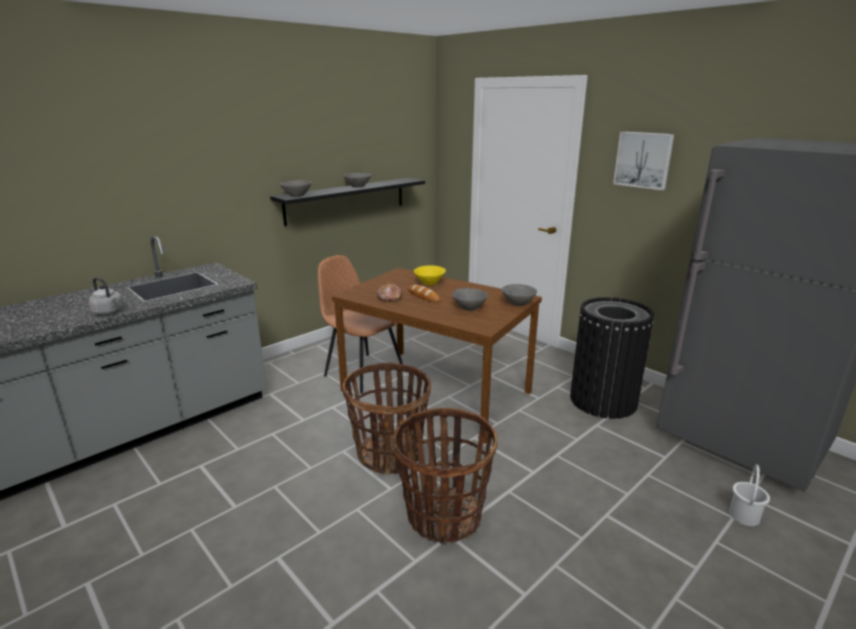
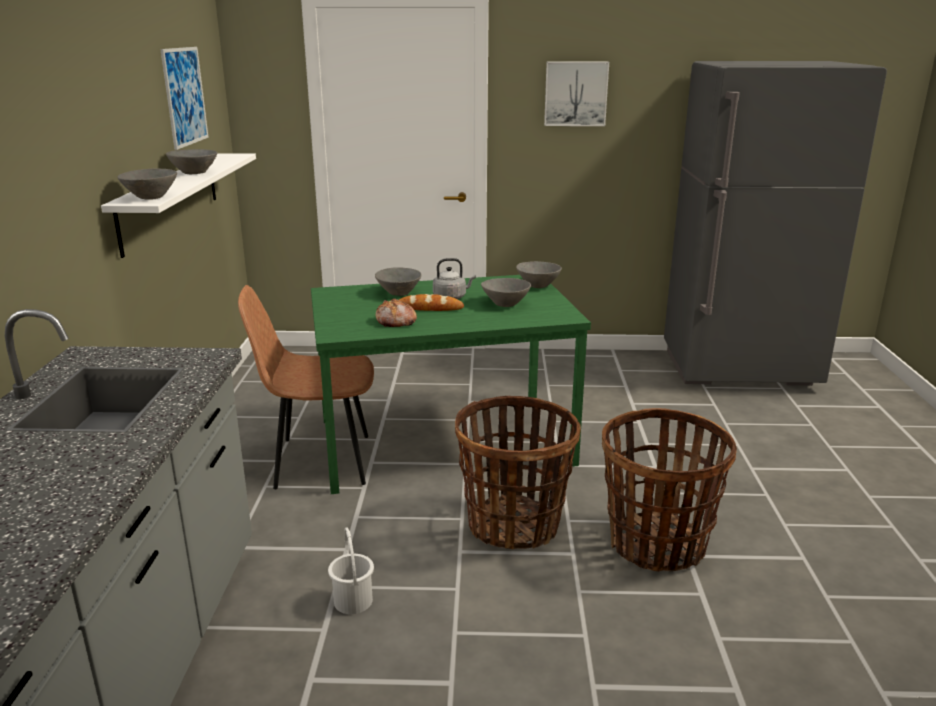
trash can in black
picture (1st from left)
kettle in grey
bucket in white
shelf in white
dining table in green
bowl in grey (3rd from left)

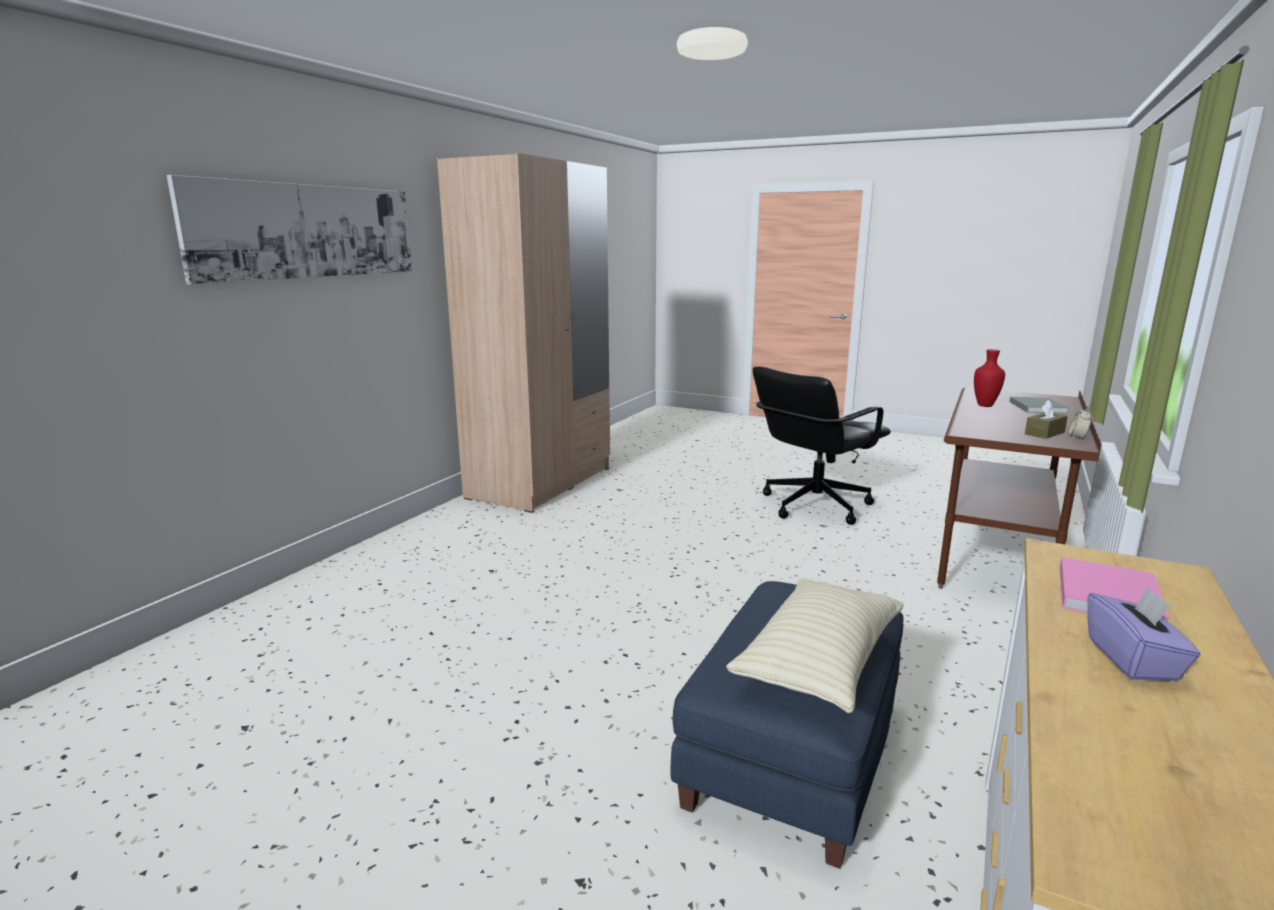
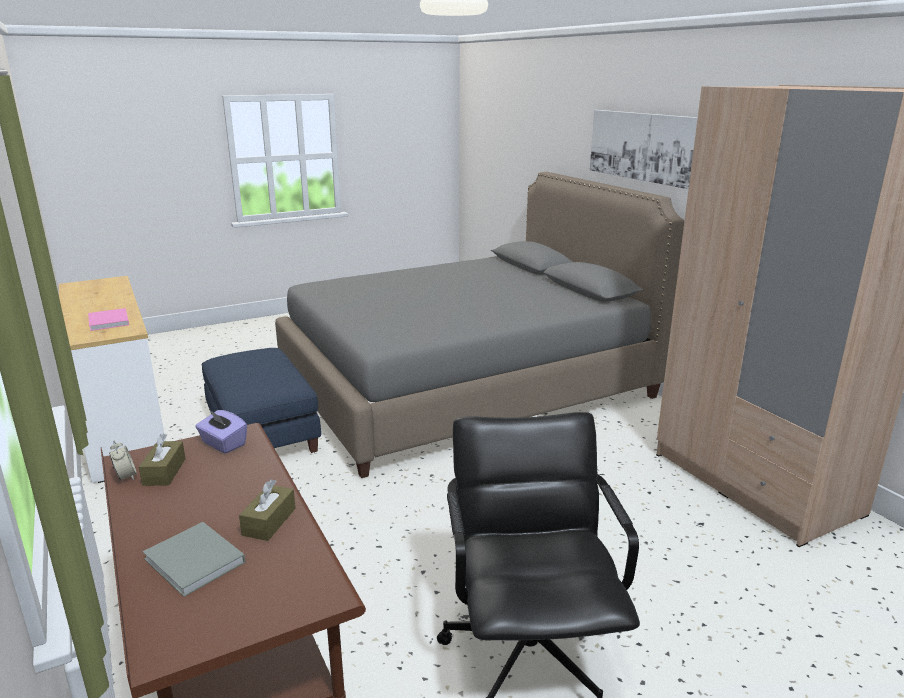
pillow in beige
bed in grey
tissue box in purple
tissue box in brown (2nd from left)

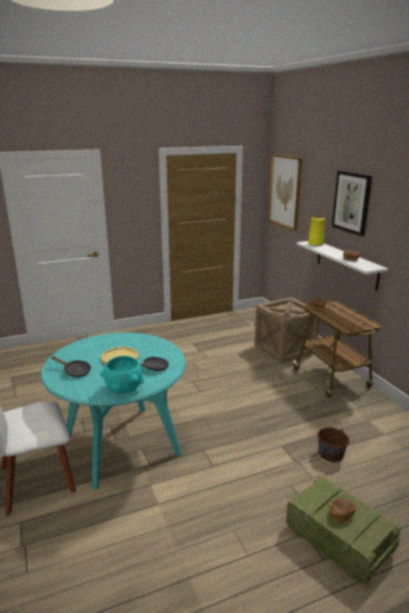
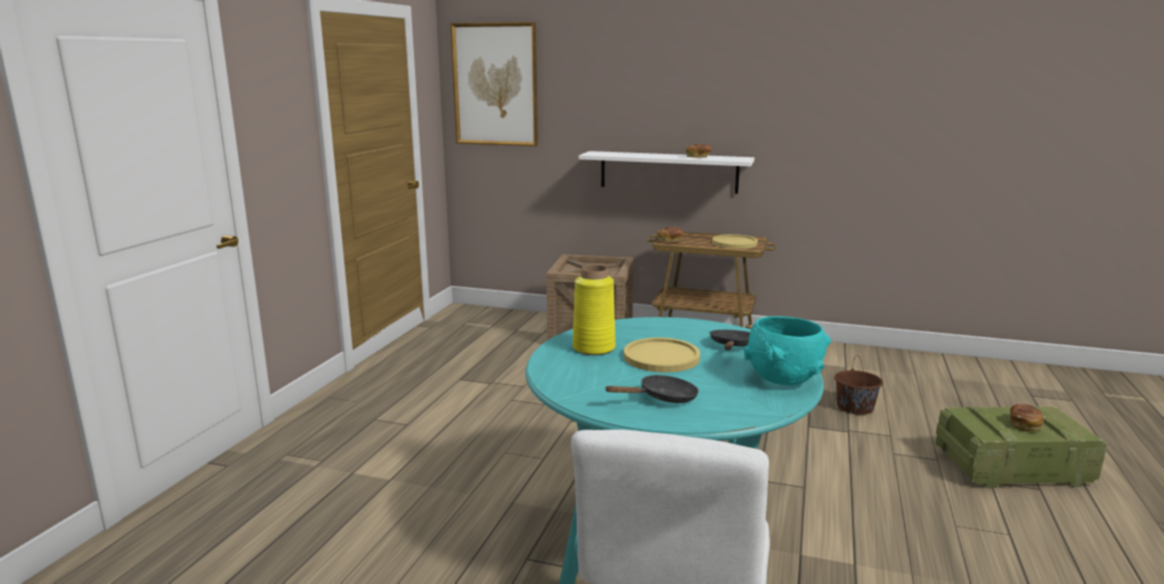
picture (2nd from left in the first image)
plate in yellow (2nd from left)
vase in yellow

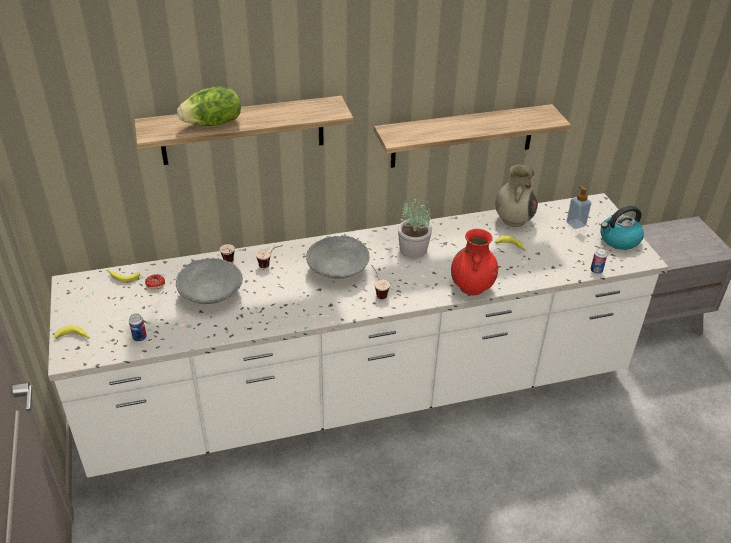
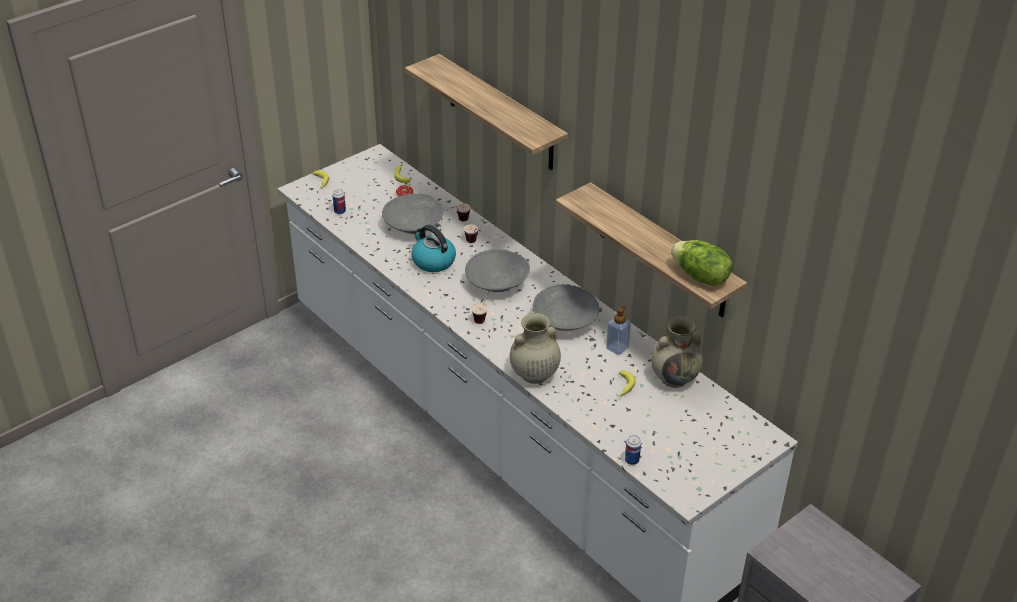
lettuce
soap dispenser
kettle
bowl in grey (3rd from left)
vase in beige (1st from left)

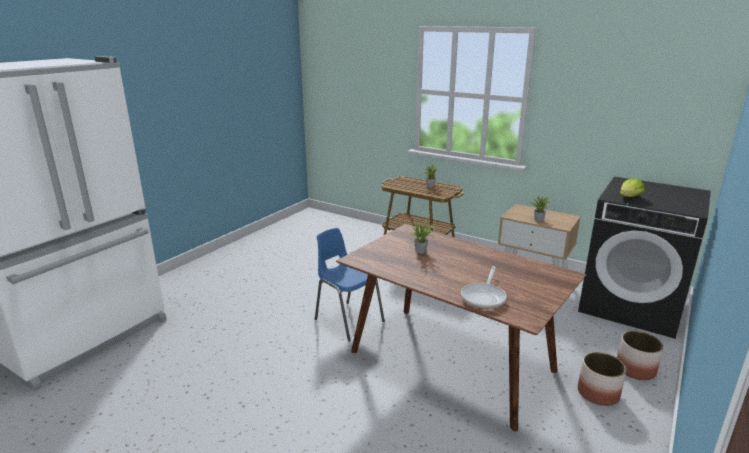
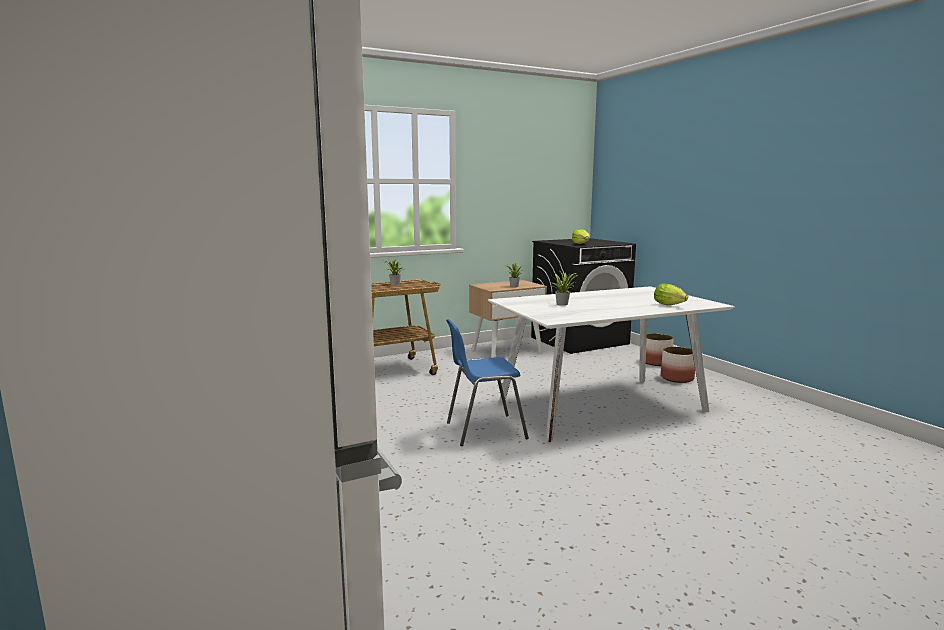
lettuce (2nd from left)
dining table in white

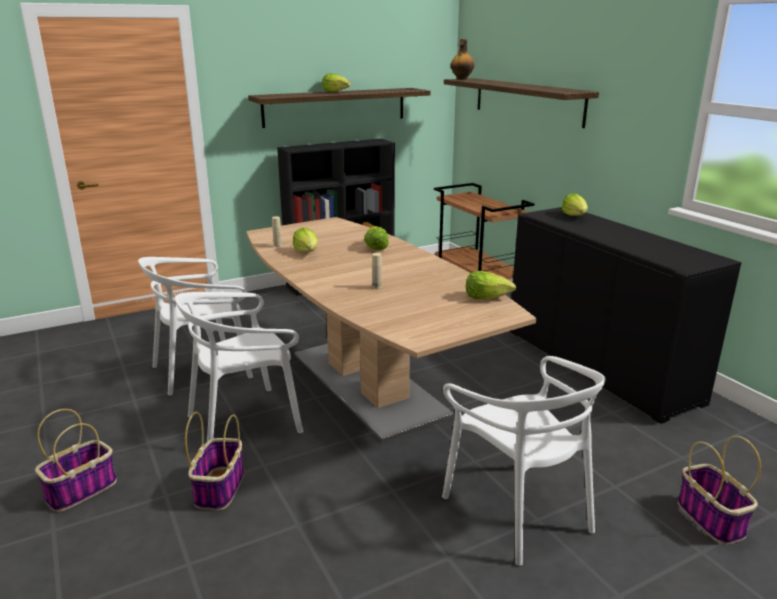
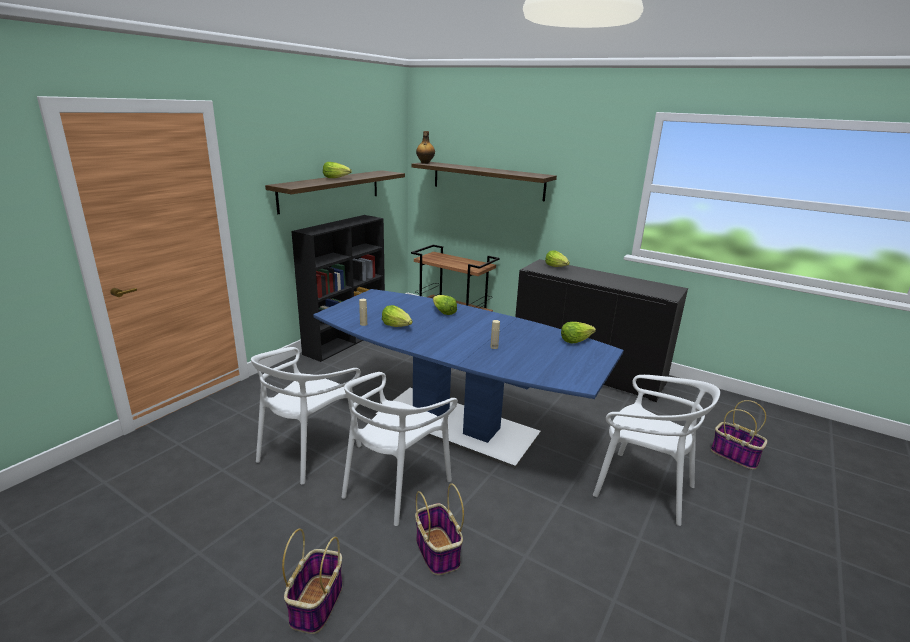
dining table in blue

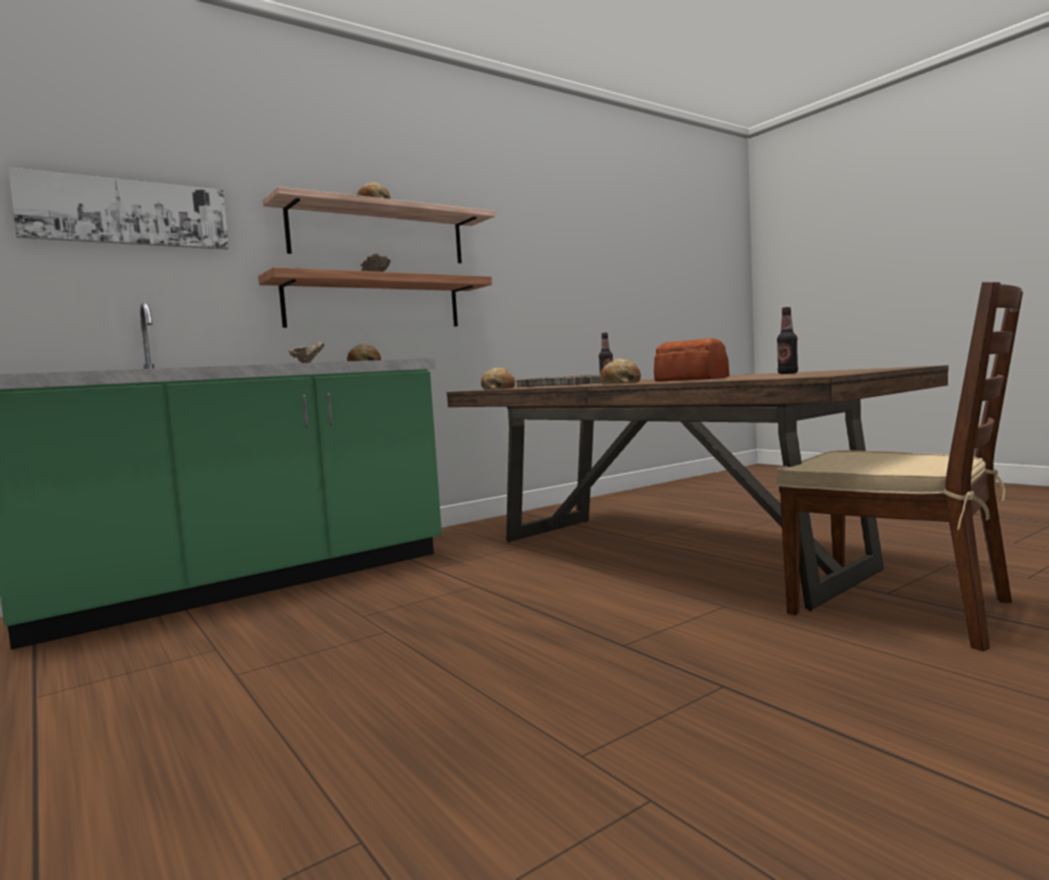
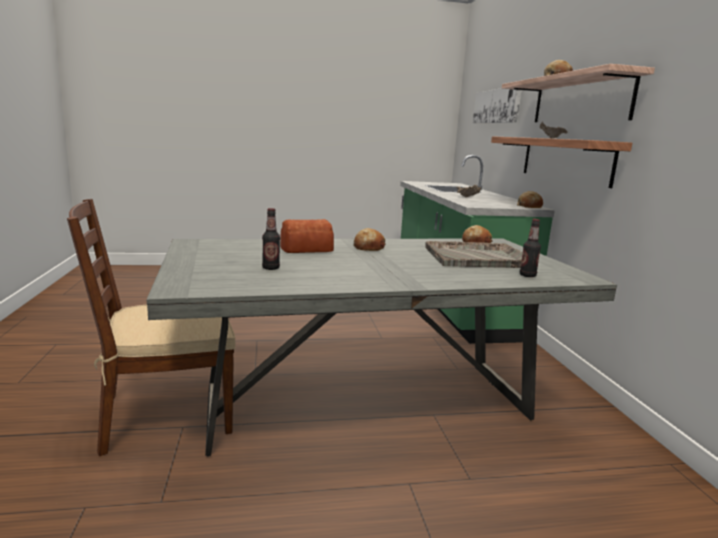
dining table in grey

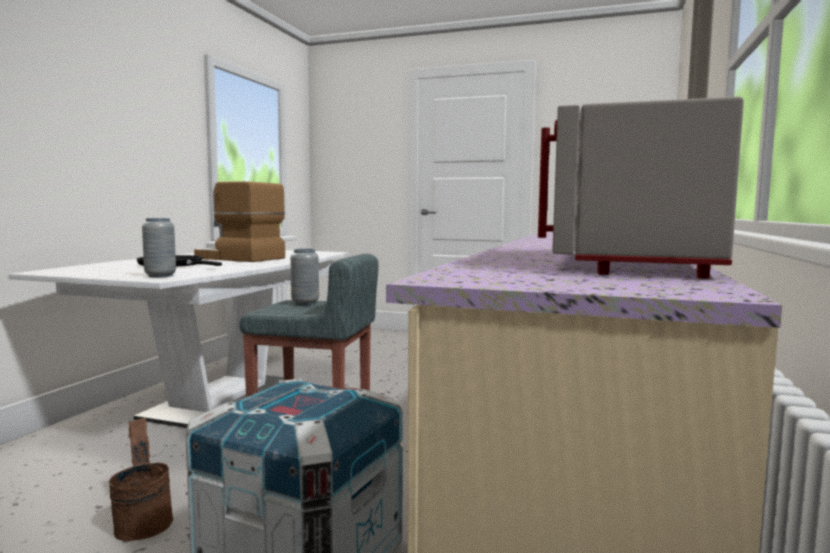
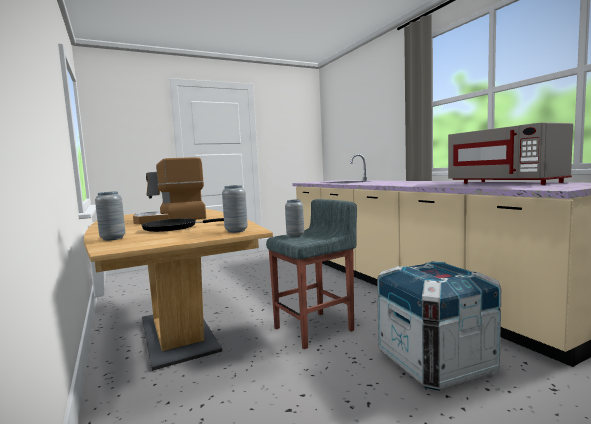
bucket in brown
vase in grey (1st from left)
dining table in brown

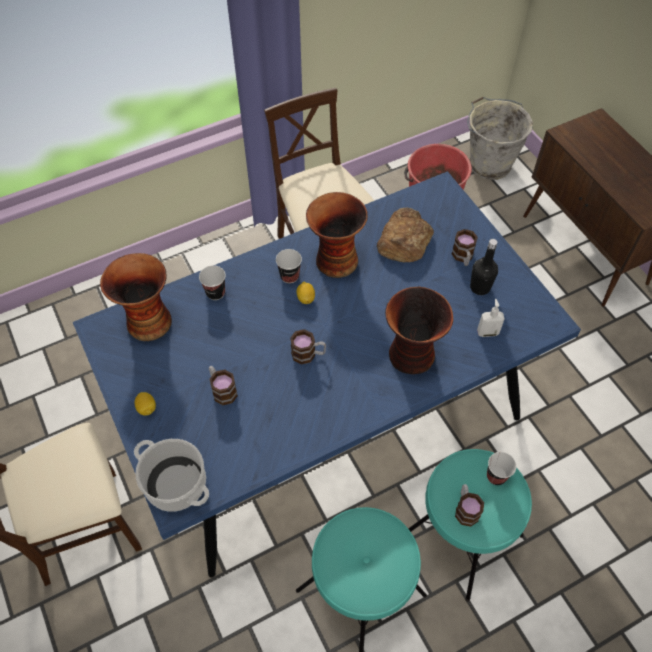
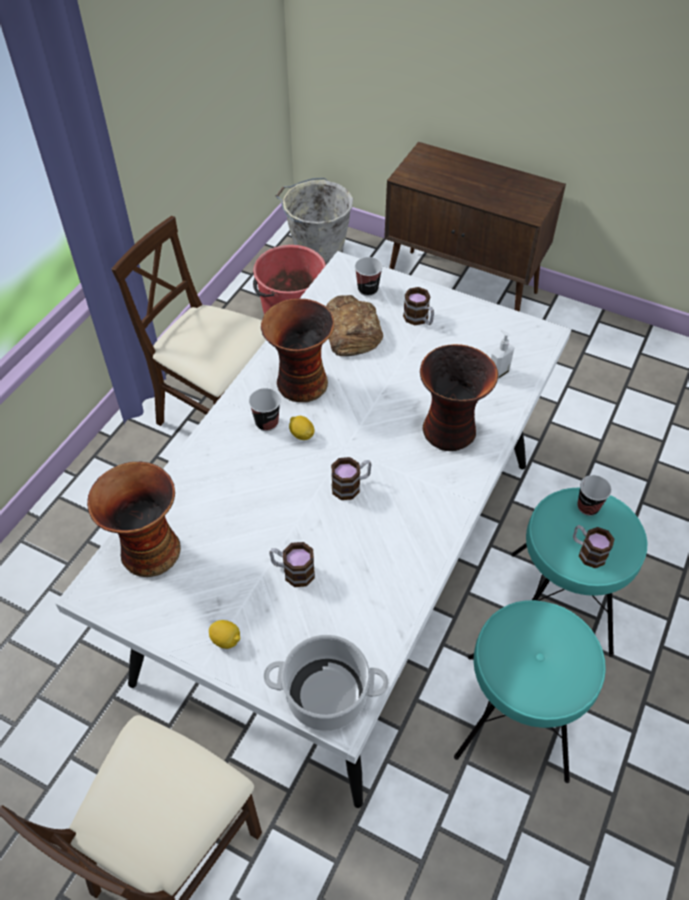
bottle in black
cup (2nd from left)
dining table in white

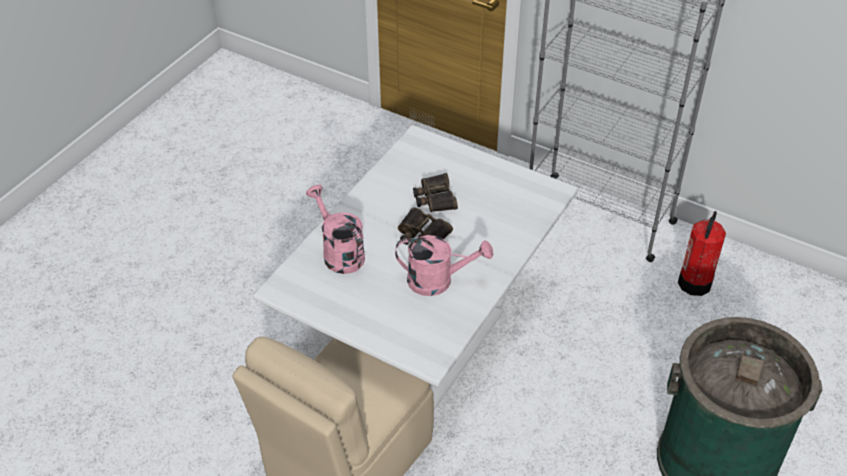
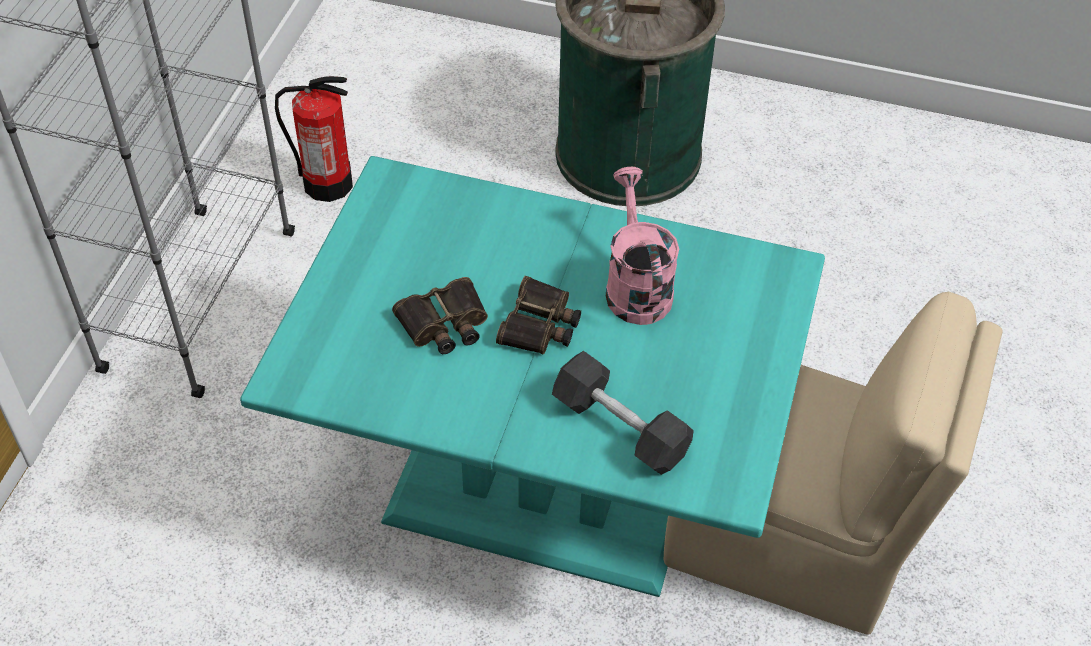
dumbbell in black
dining table in turquoise

